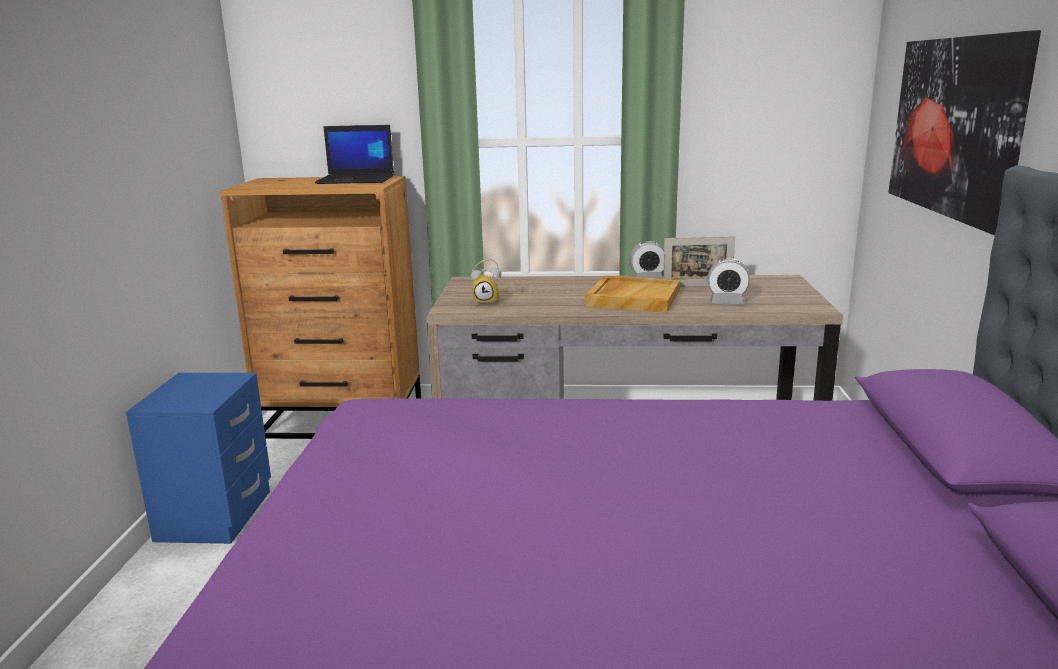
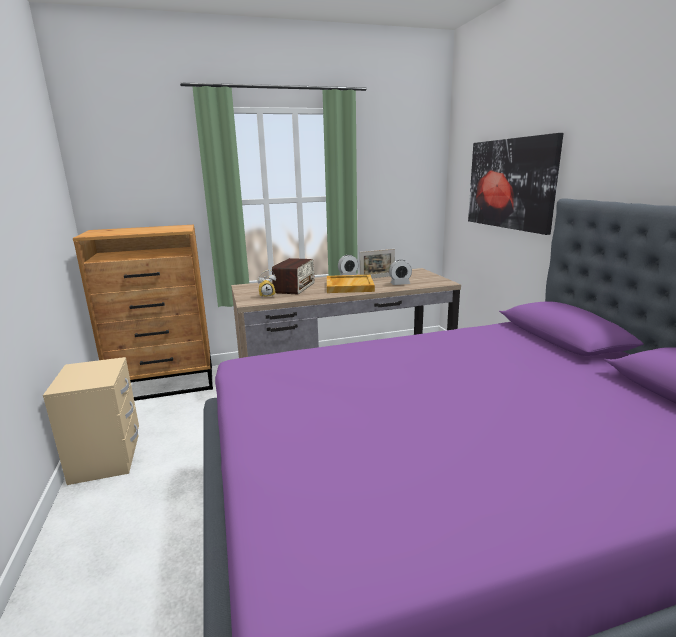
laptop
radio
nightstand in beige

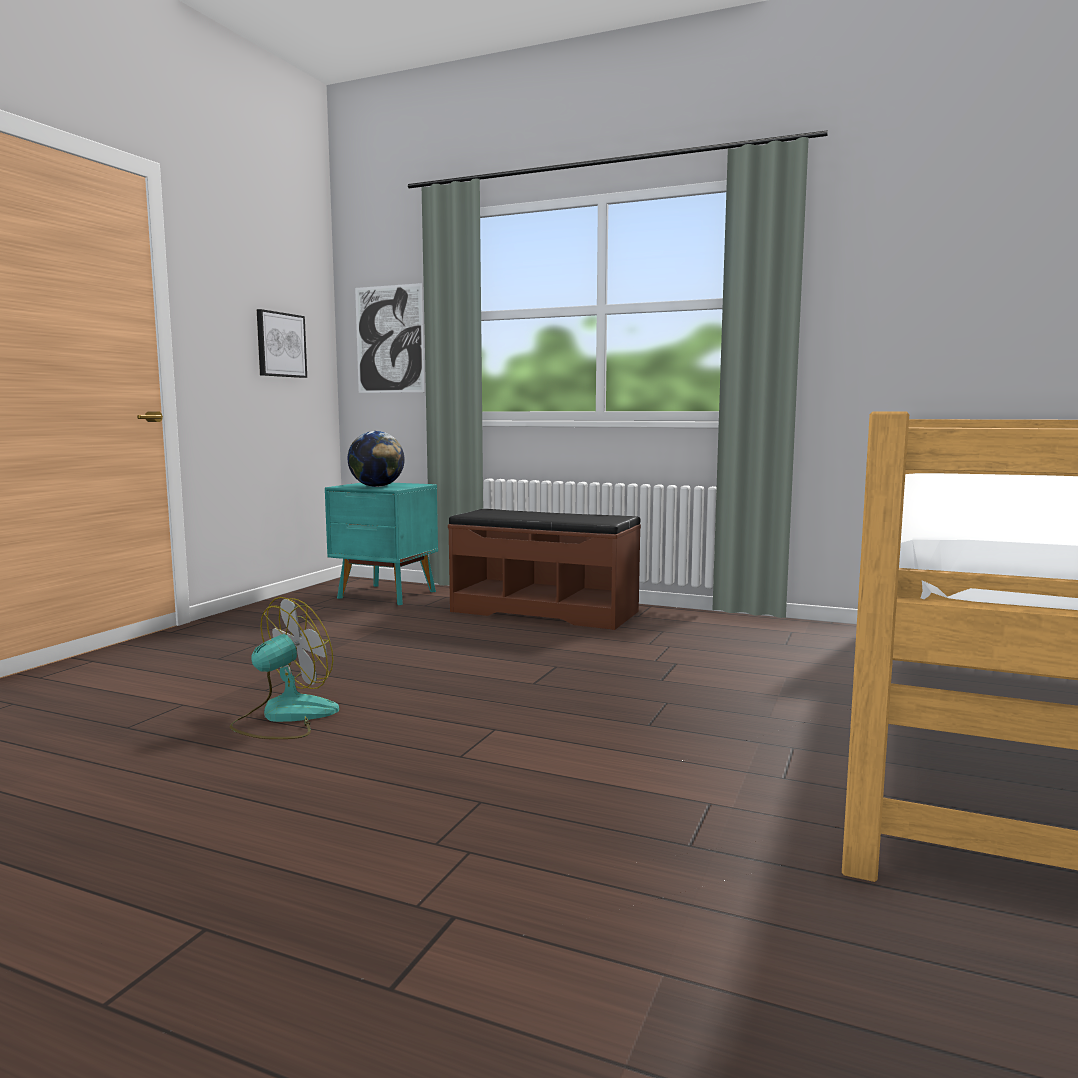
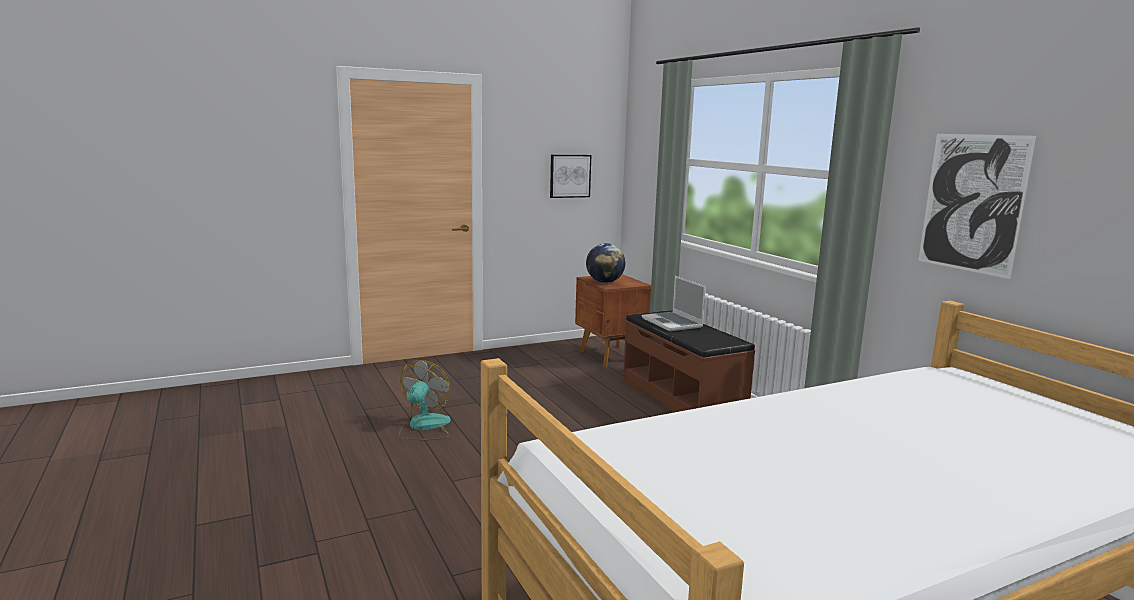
laptop
picture (2nd from left)
nightstand in brown
fan

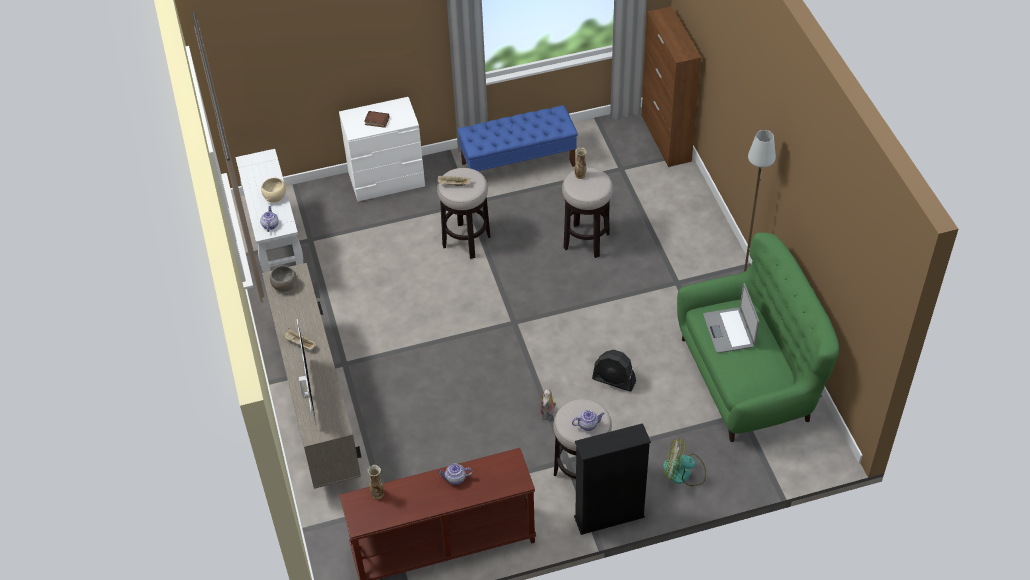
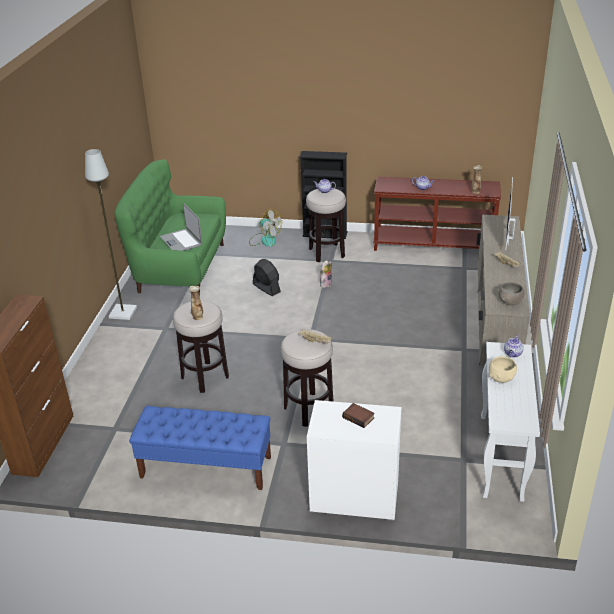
laptop

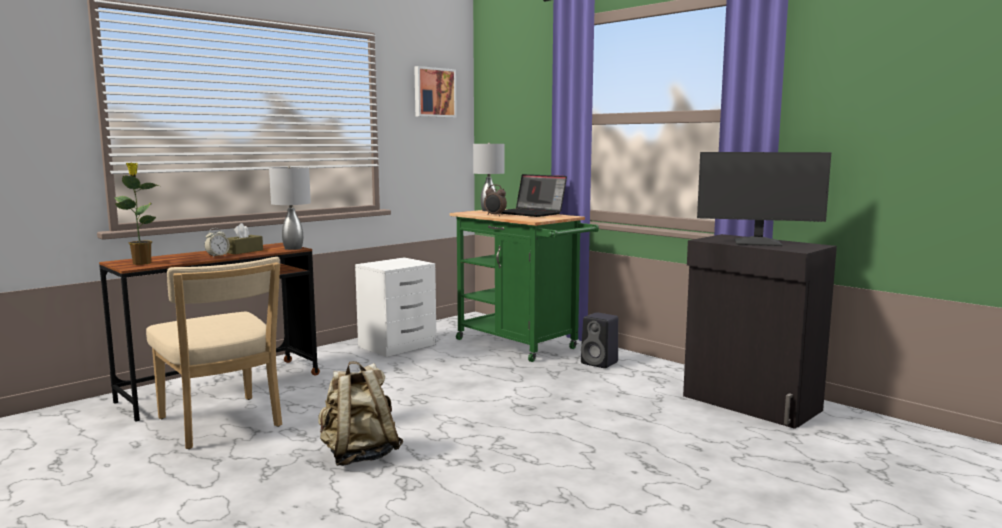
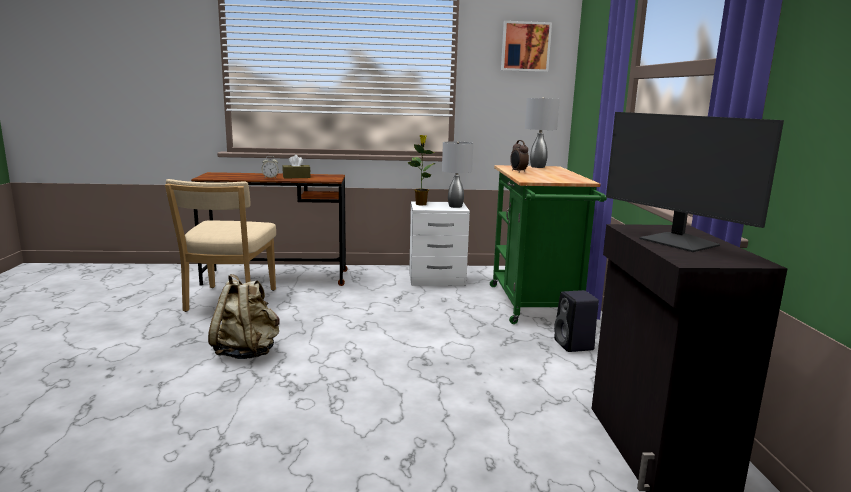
laptop
potted plant
table lamp in grey (1st from left)

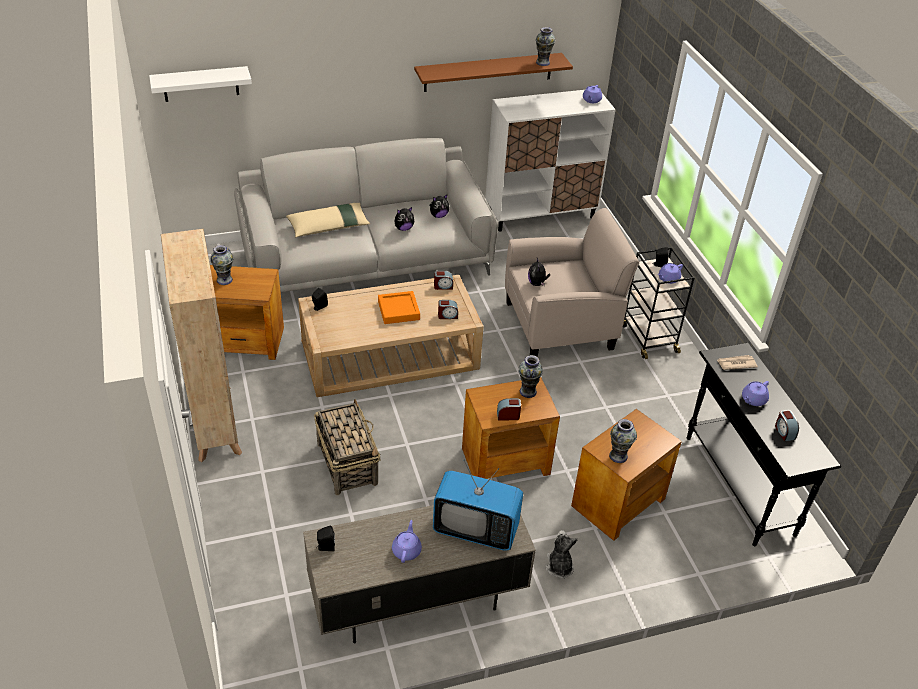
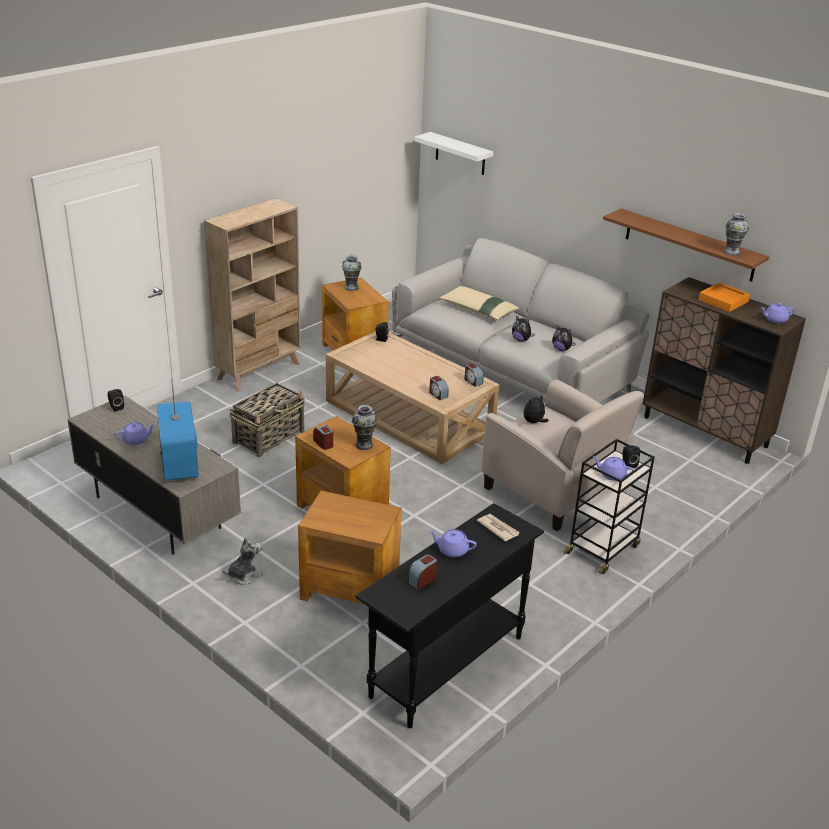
vase (4th from left in the first image)
tray in orange
cabinet in brown

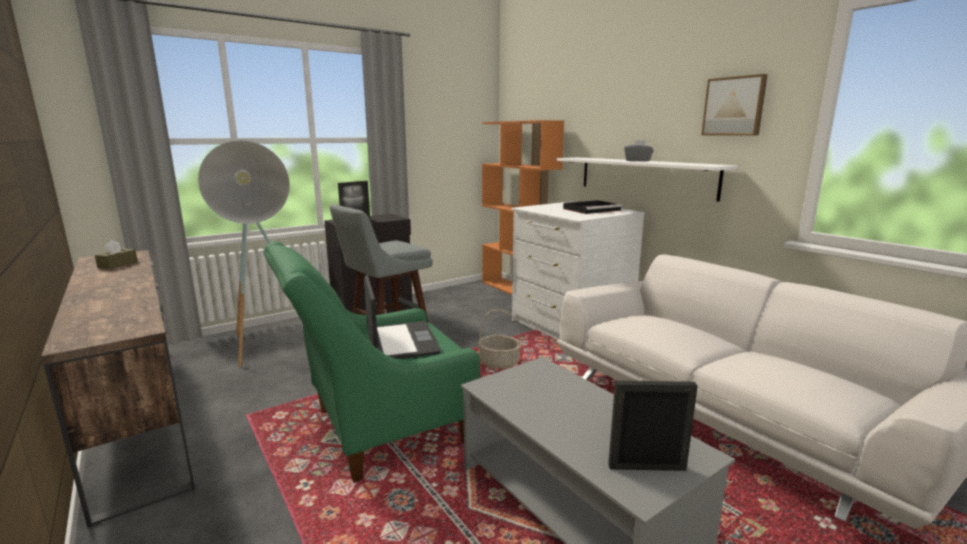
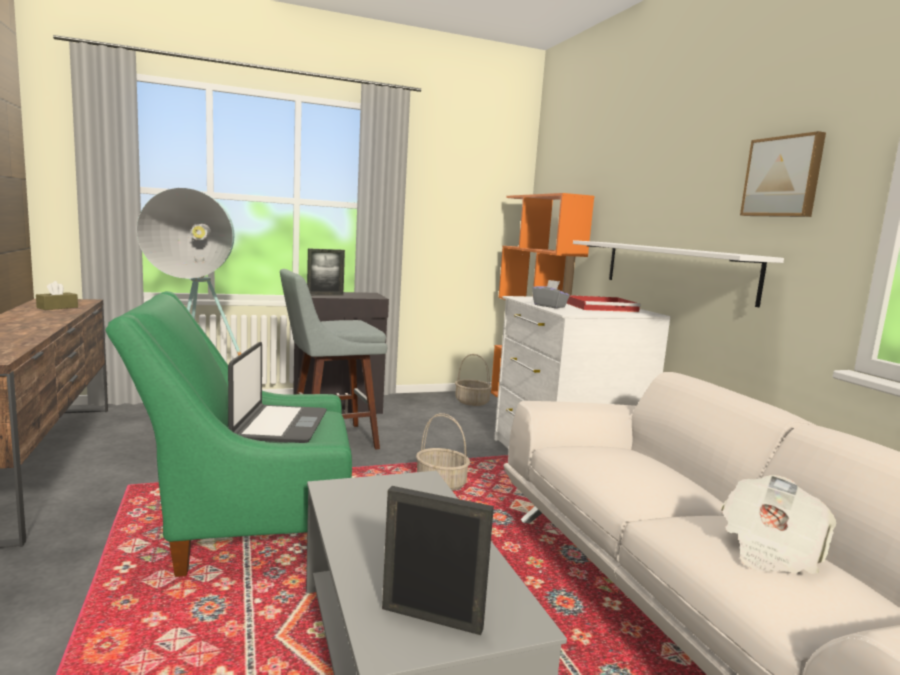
basket (2nd from left)
newspaper
tissue box in grey
tray in red

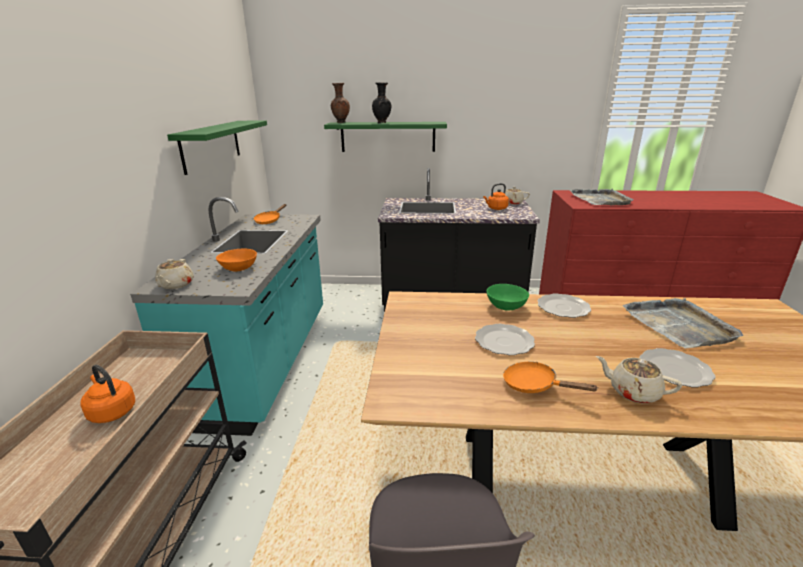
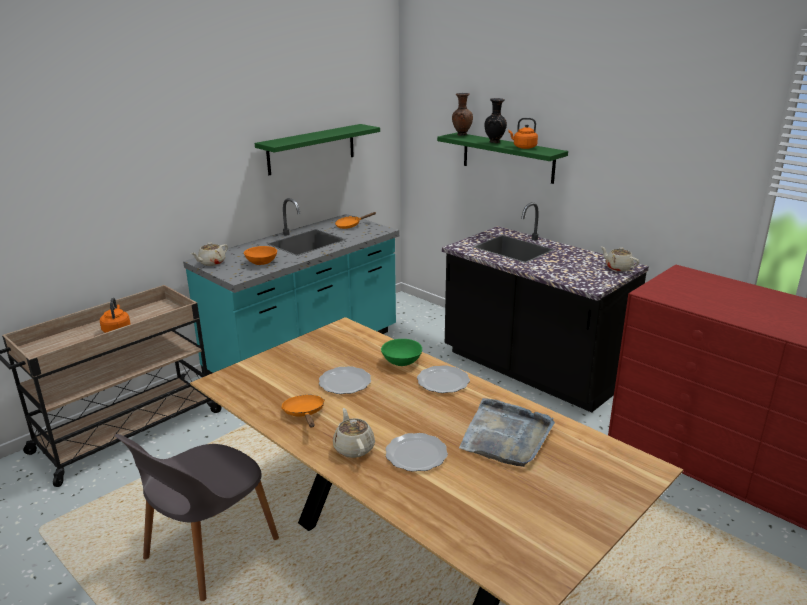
tray in grey (1st from left in the first image)
kettle in orange (2nd from left)

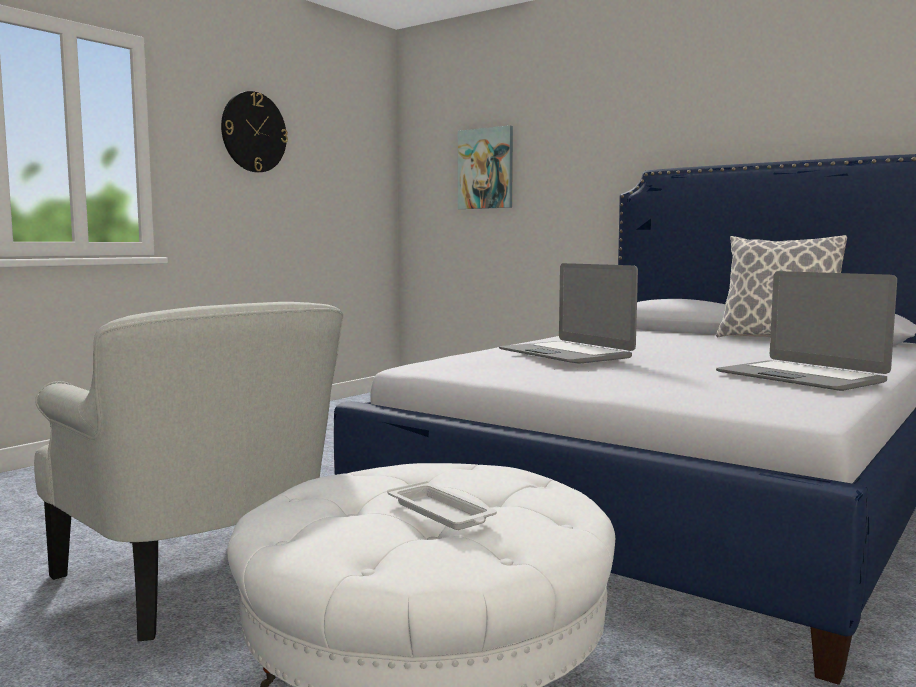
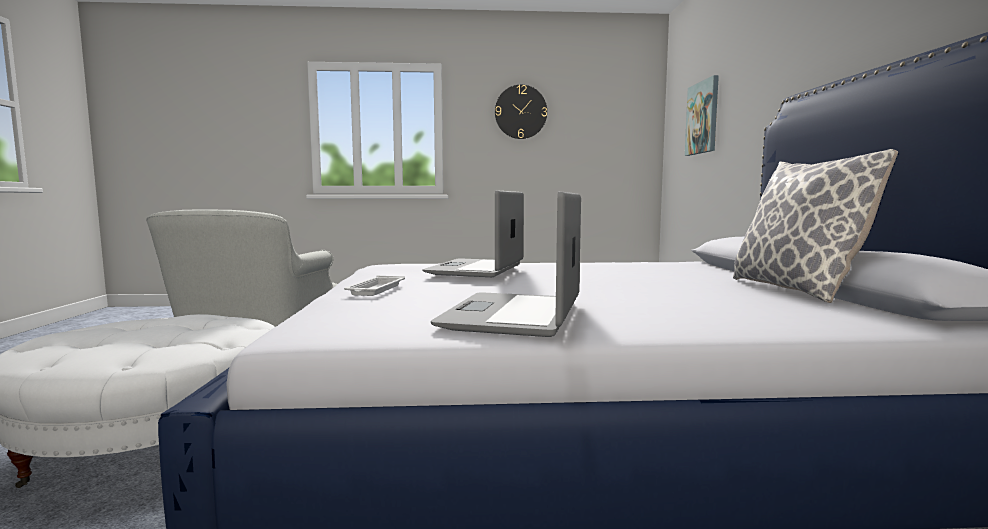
tray in white

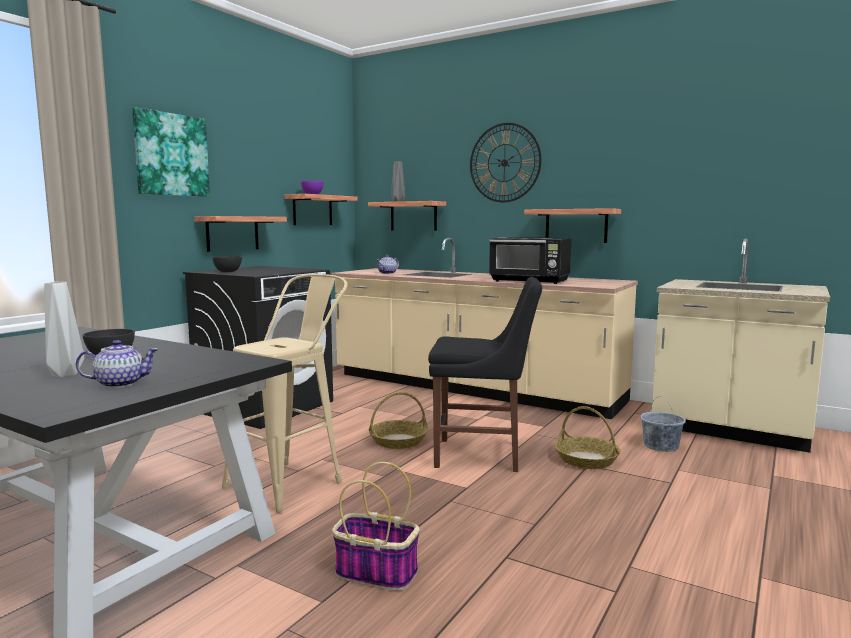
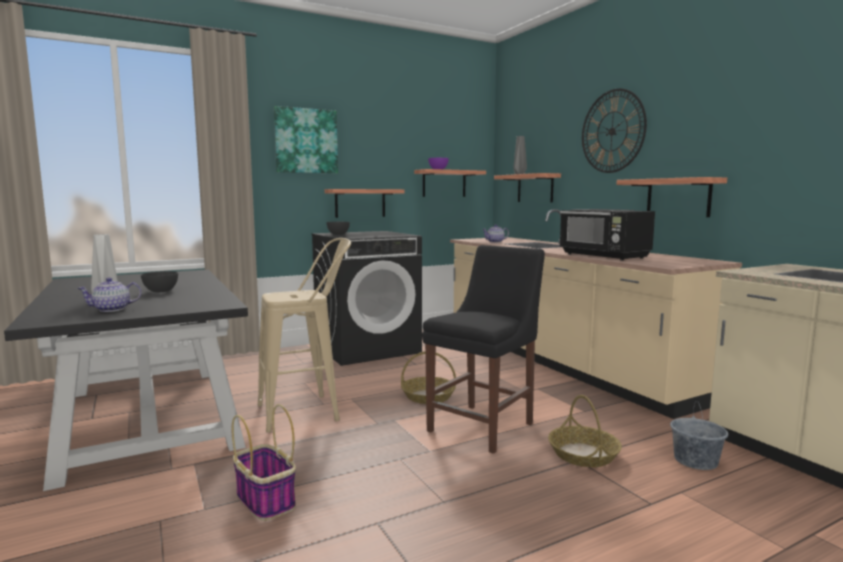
teapot (1st from left)
chair in black

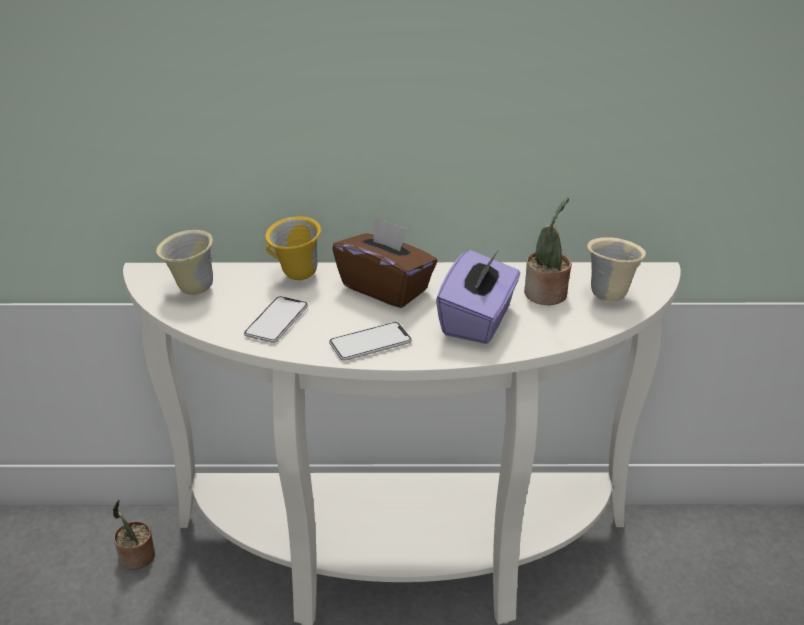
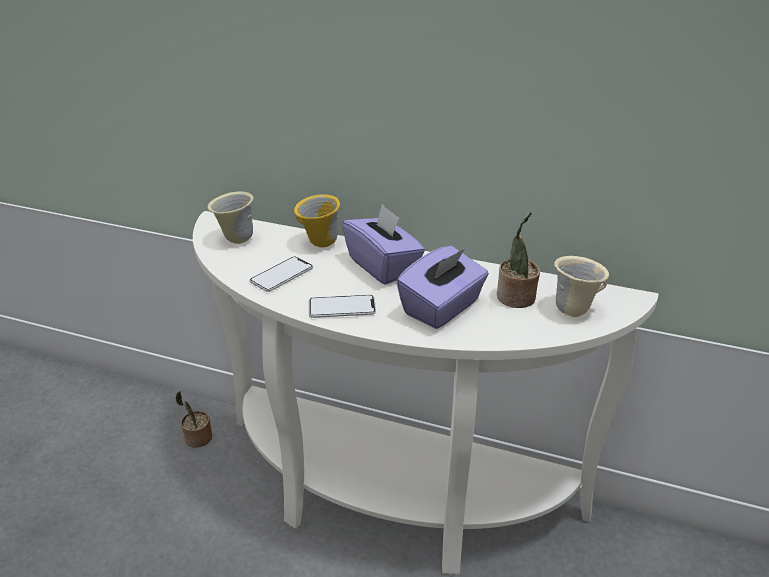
tissue box in purple (1st from left)

